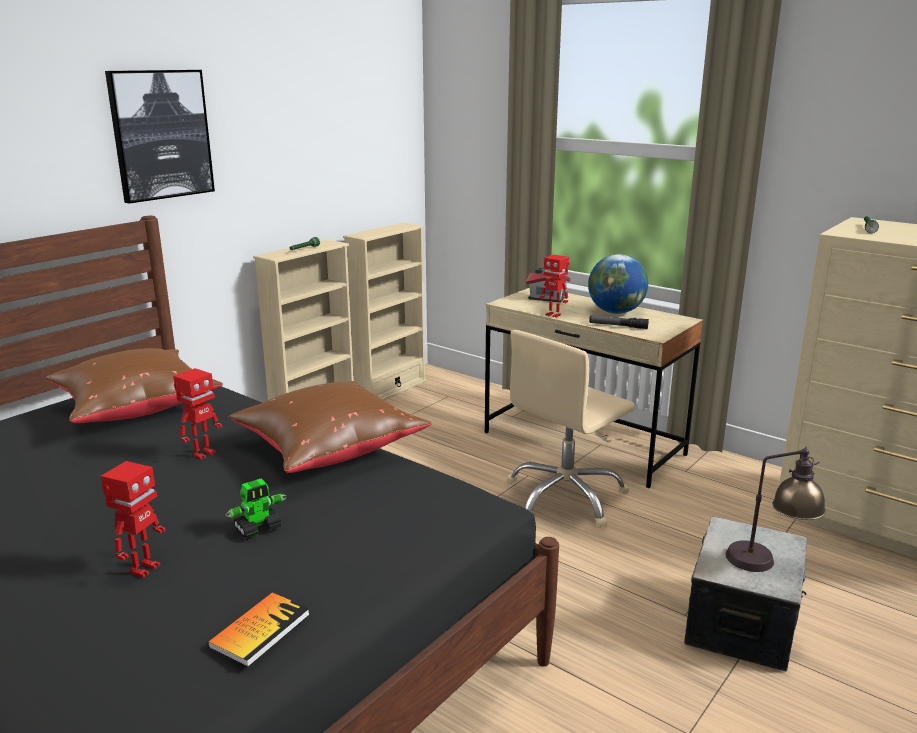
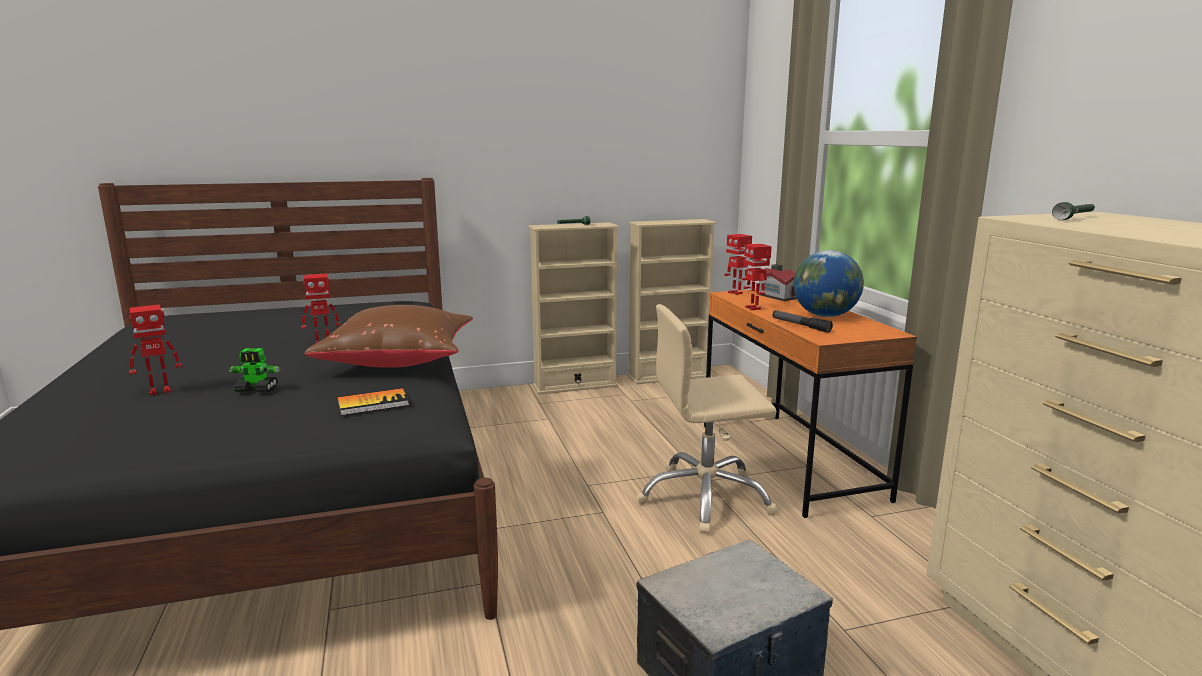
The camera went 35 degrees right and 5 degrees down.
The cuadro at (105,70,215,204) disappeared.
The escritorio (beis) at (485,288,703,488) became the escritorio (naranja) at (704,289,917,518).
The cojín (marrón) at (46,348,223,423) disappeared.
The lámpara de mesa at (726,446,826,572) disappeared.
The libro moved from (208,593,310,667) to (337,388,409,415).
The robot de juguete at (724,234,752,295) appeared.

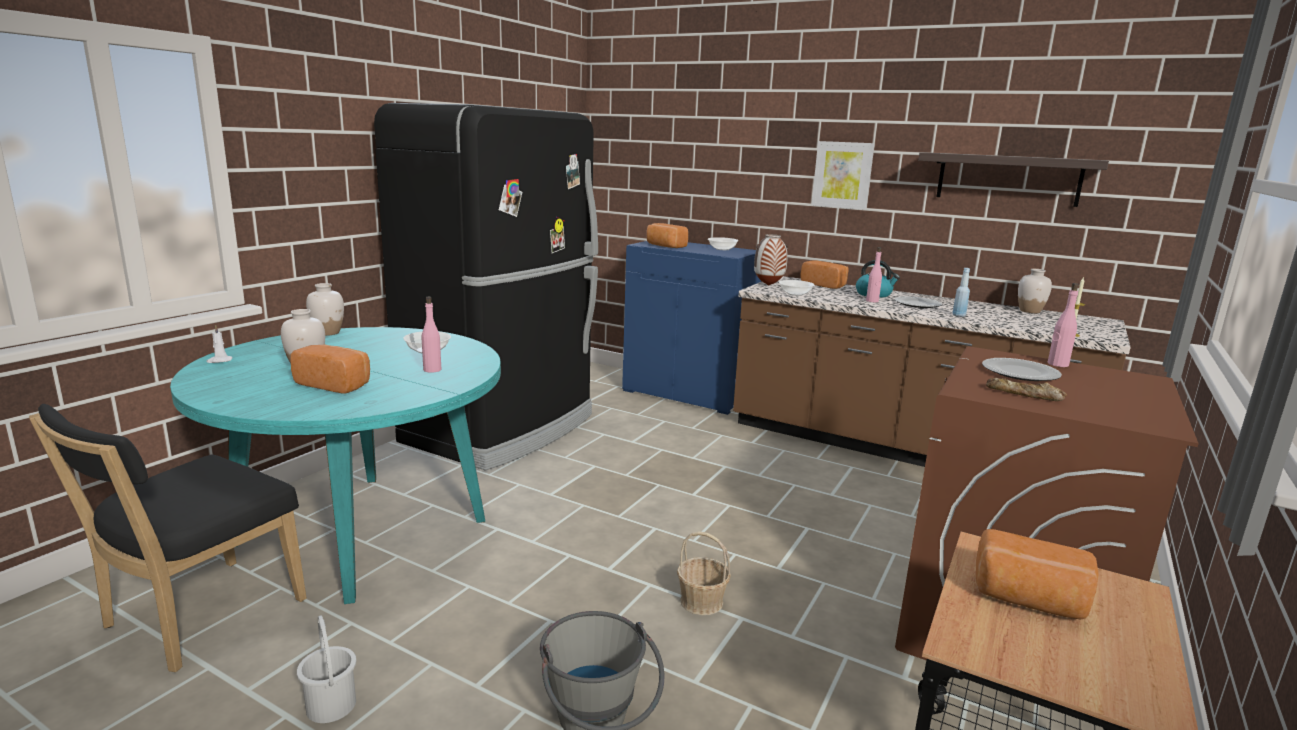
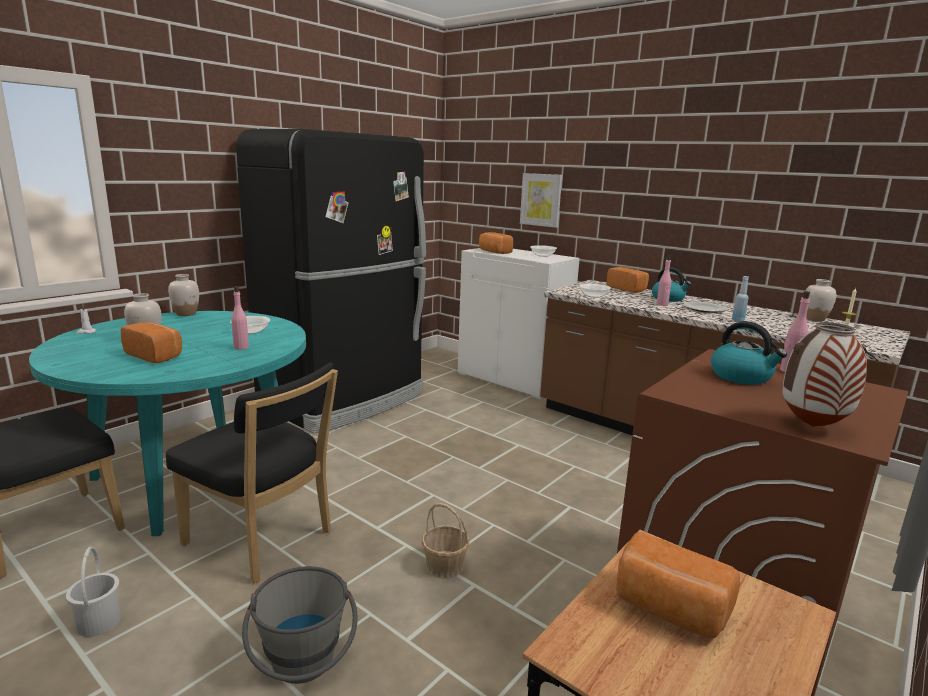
The camera went 10 degrees right and 0 degrees up.
The cuadro moved from (812,141,875,210) to (520,173,562,228).
The estante at (918,153,1109,207) disappeared.
The florero moved from (754,234,788,286) to (782,322,867,427).
The armario (azul) at (622,241,761,415) became the armario (blanco) at (458,248,580,399).
The plato at (982,358,1062,381) was replaced by the hervidor at (711,321,787,385).
The pan at (986,378,1067,401) disappeared.
The silla (negro) at (166,363,338,584) appeared.

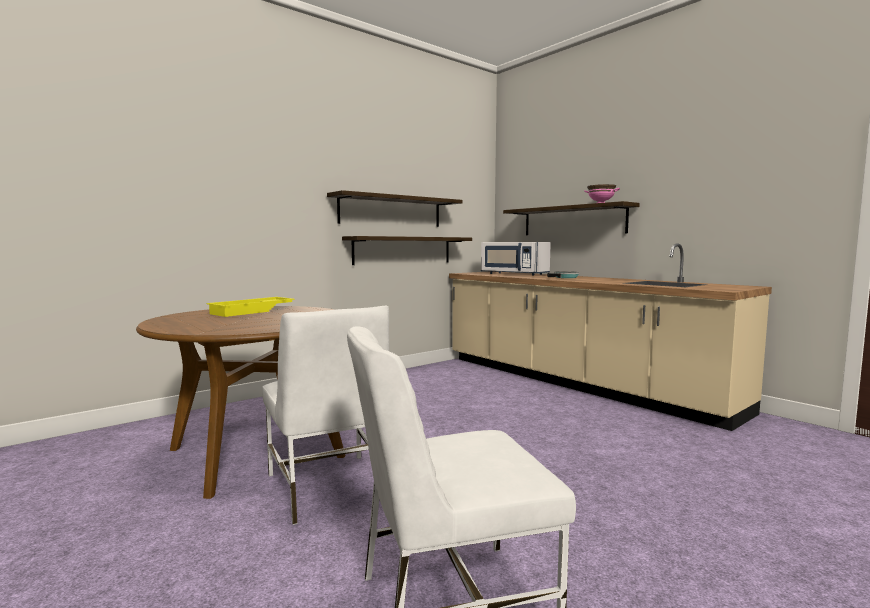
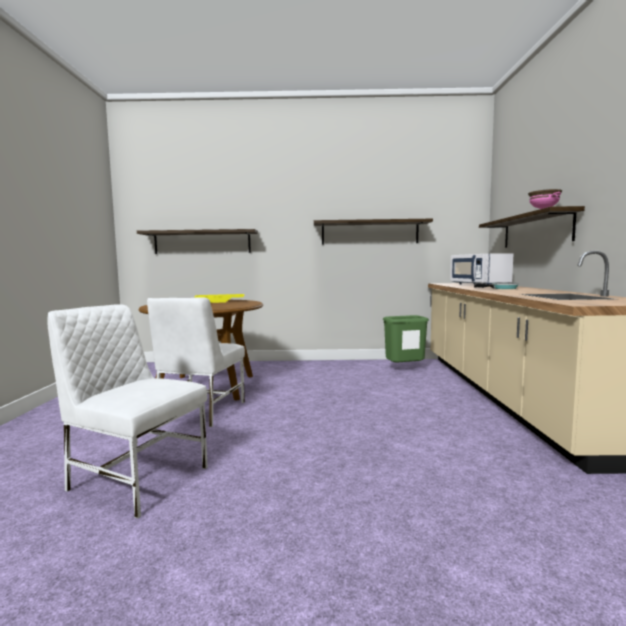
The camera went 40 degrees right and 0 degrees up.
The estante moved from (342,236,472,265) to (137,229,258,254).
The papelera (verde) at (383,315,429,362) appeared.

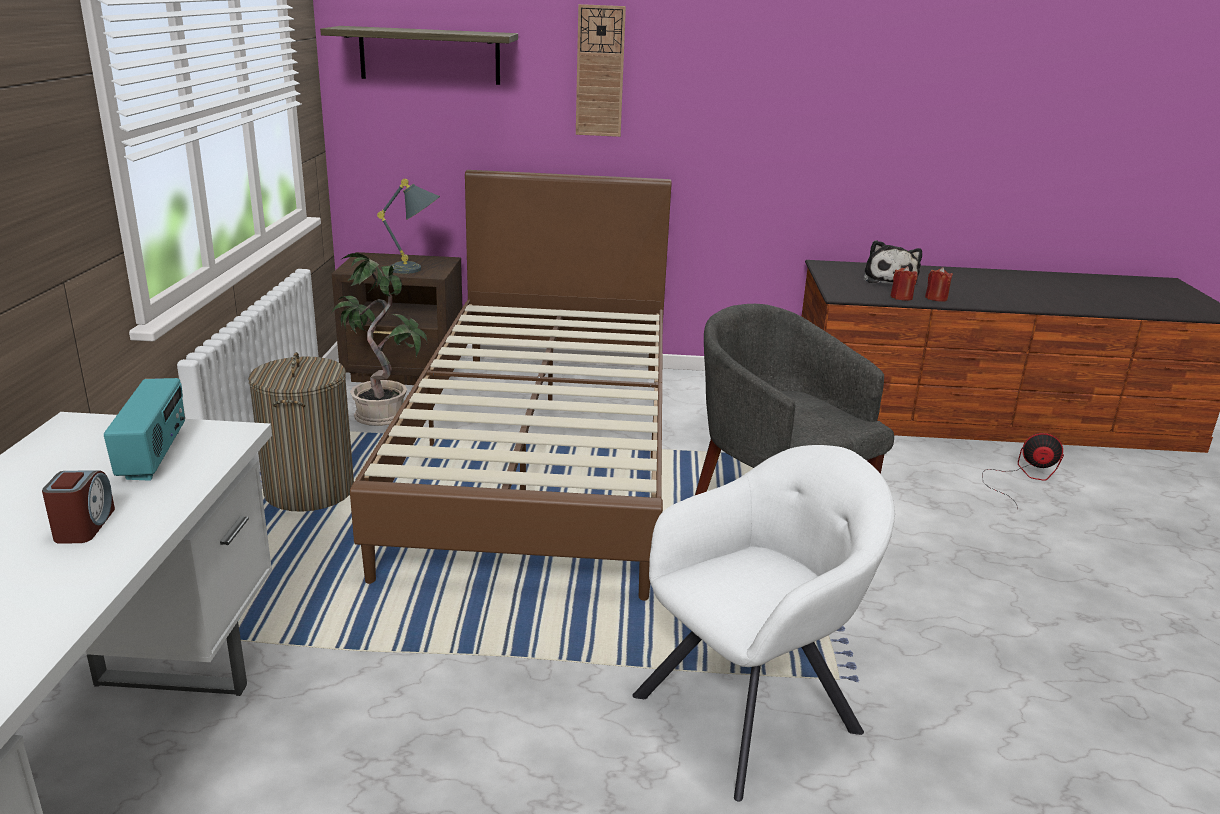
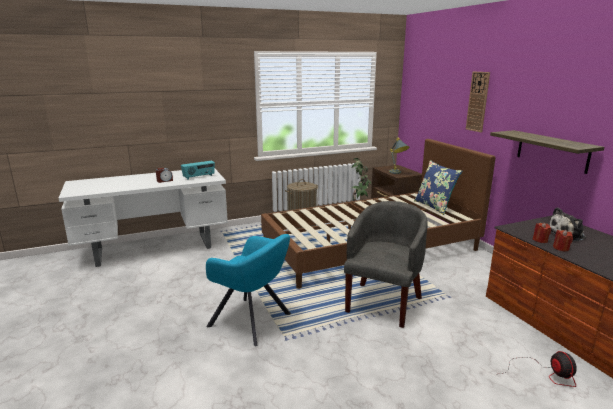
The camera went 65 degrees right and 5 degrees down.
The estante moved from (320,26,518,85) to (490,130,604,174).
The sillón (blanco) at (633,445,895,801) became the sillón (turquesa) at (206,234,291,346).
The cojín (azul) at (414,160,462,215) appeared.

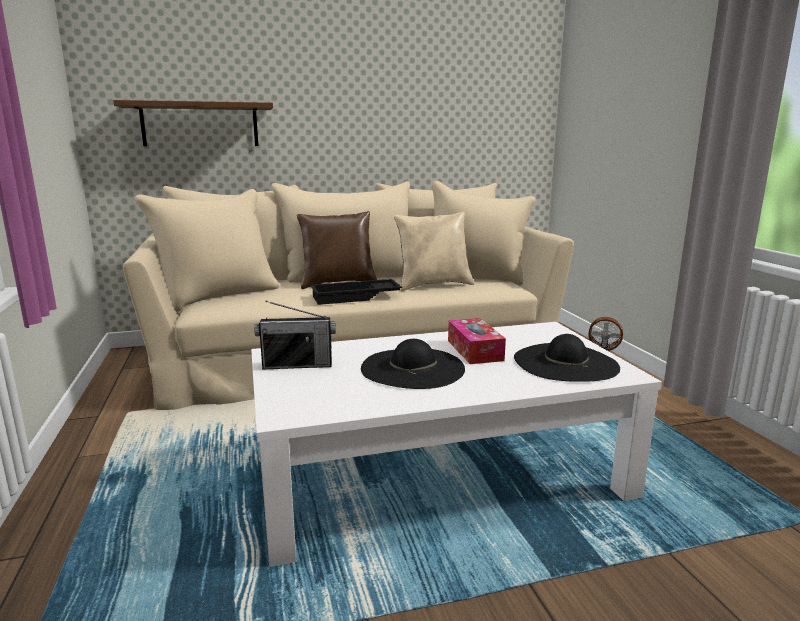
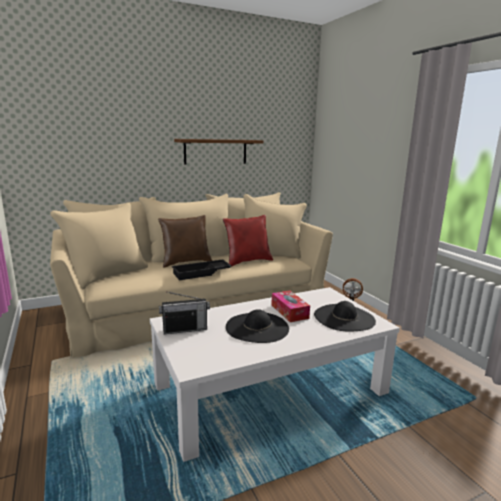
The camera went 10 degrees left and 0 degrees up.
The estante (marrón) moved from (113,100,273,146) to (174,139,264,165).
The cojín (beis) at (394,212,475,291) became the cojín (rojo) at (223,215,273,266).

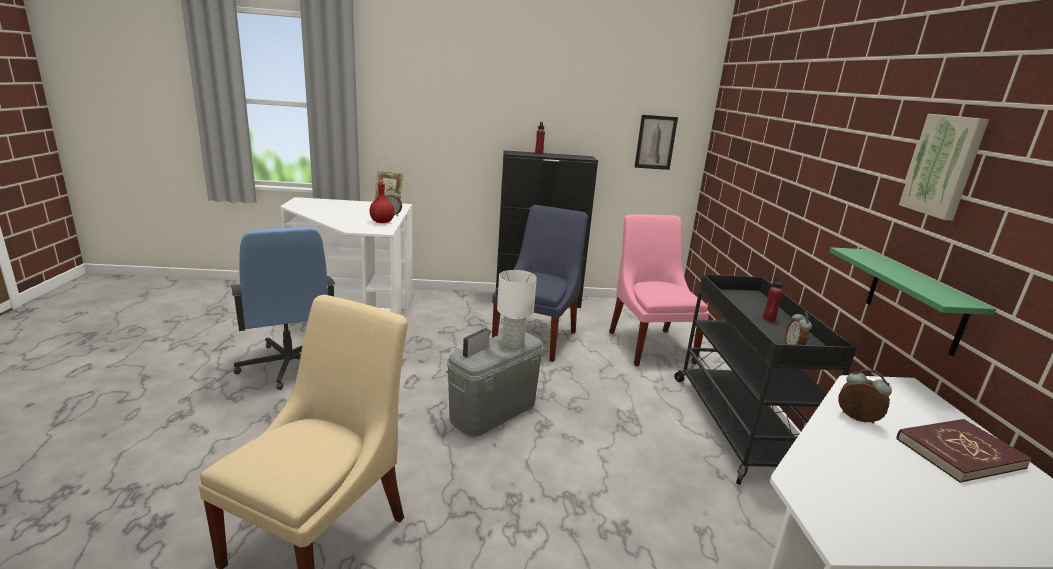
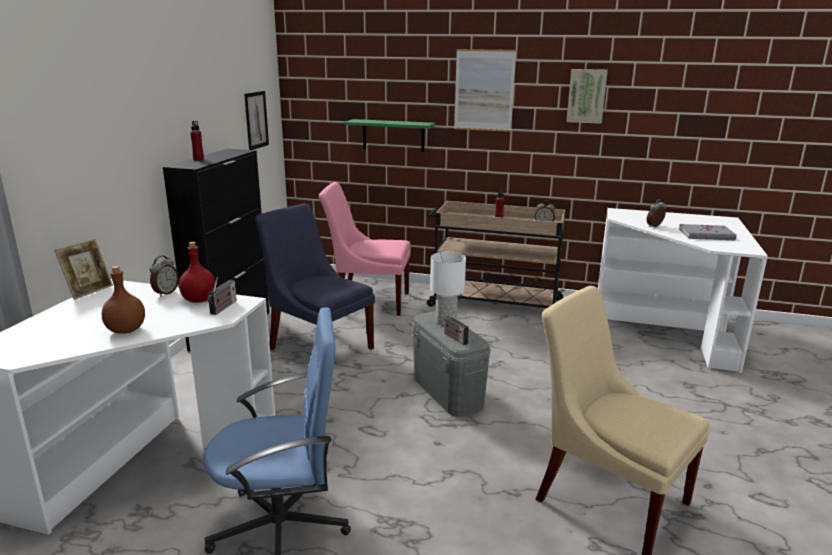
The camera went 70 degrees left and 0 degrees up.
The estante (verde) moved from (829,247,996,356) to (344,119,435,152).
The carrito (negro) at (674,274,856,485) became the carrito (beis) at (427,201,565,308).
The libro (rojo) at (896,419,1032,483) disappeared.
The cuadro at (454,49,516,132) appeared.
The libro (gris) at (679,224,737,240) appeared.
The botella (marrón) at (102,266,145,334) appeared.
The radio at (207,277,237,315) appeared.

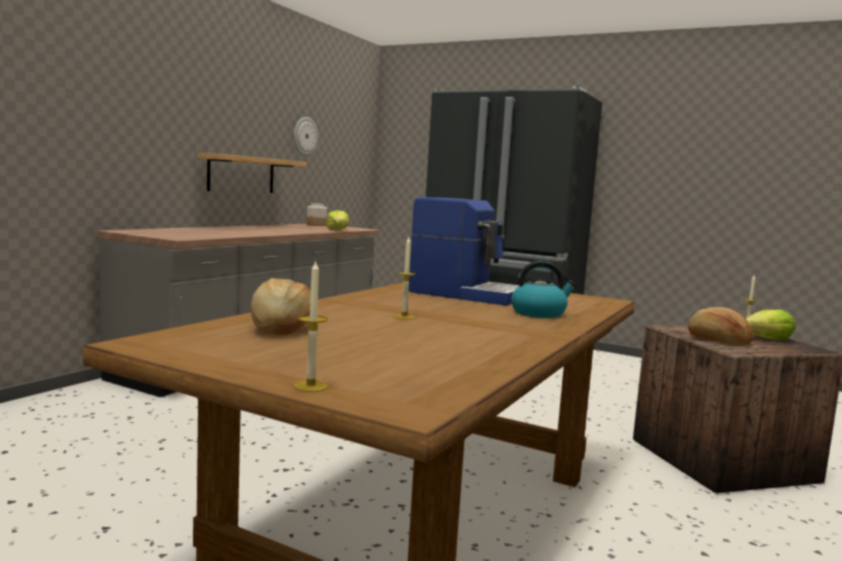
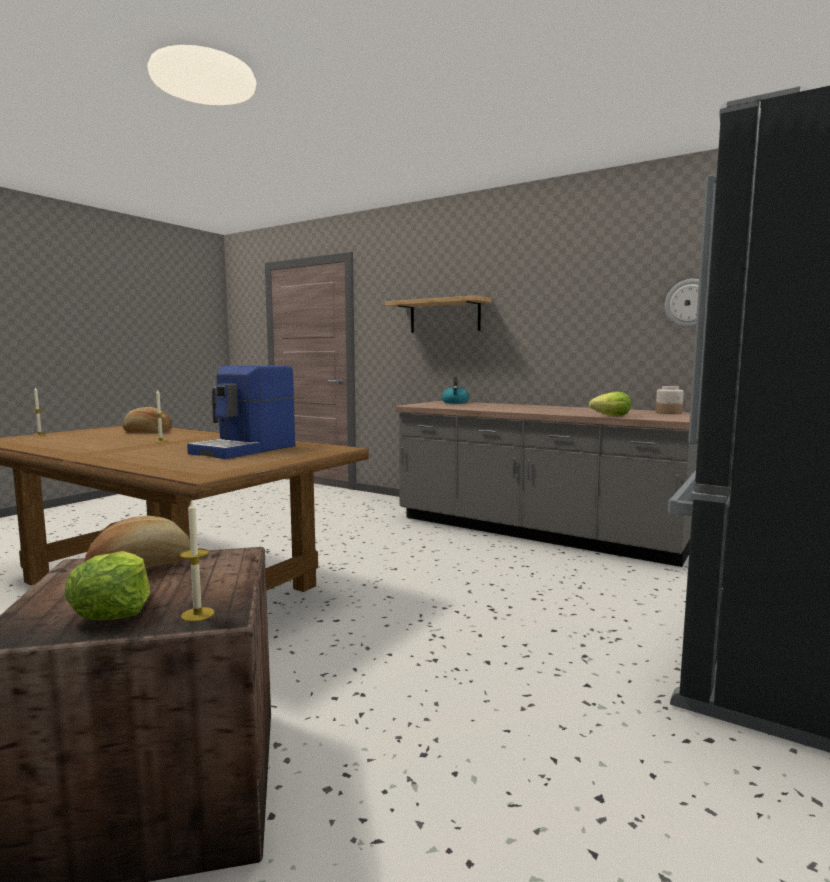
The camera went 95 degrees right and 0 degrees up.
The estante moved from (197,153,307,193) to (385,295,491,333).
The hervidor moved from (511,261,577,318) to (442,377,469,404).

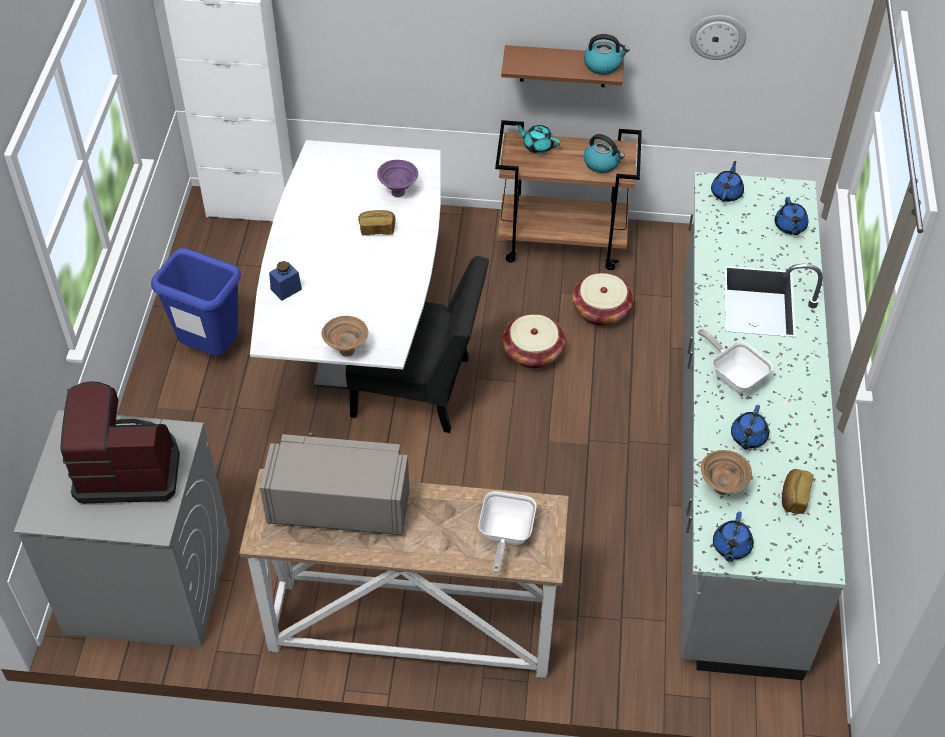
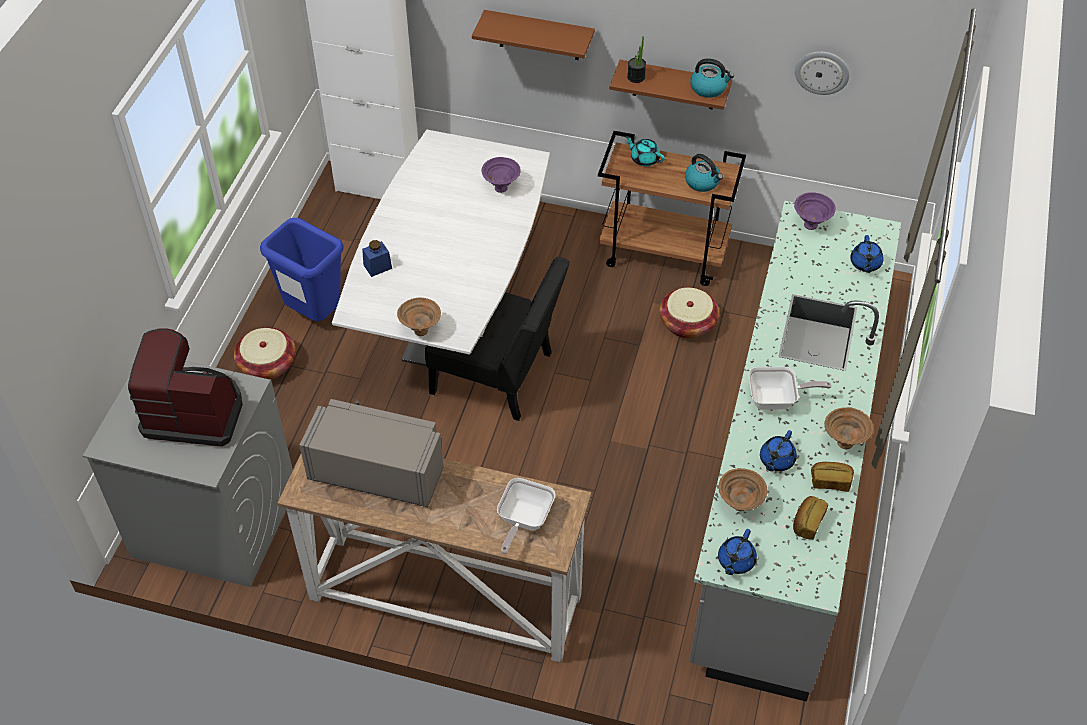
The camera went 10 degrees right and 0 degrees up.
The tetera (azul) at (711,161,744,202) was replaced by the cuenco (morado) at (794,192,836,230).
The pan moved from (358,210,395,236) to (811,462,854,492).
The cesta moved from (502,314,566,369) to (234,327,296,380).
The sartén at (698,329,773,393) turned 120 degrees clockwise.
The estante (marrón) at (472,10,595,60) appeared.
The planta en maceta at (627,36,646,83) appeared.
The cuenco (marrón) at (824,407,874,449) appeared.

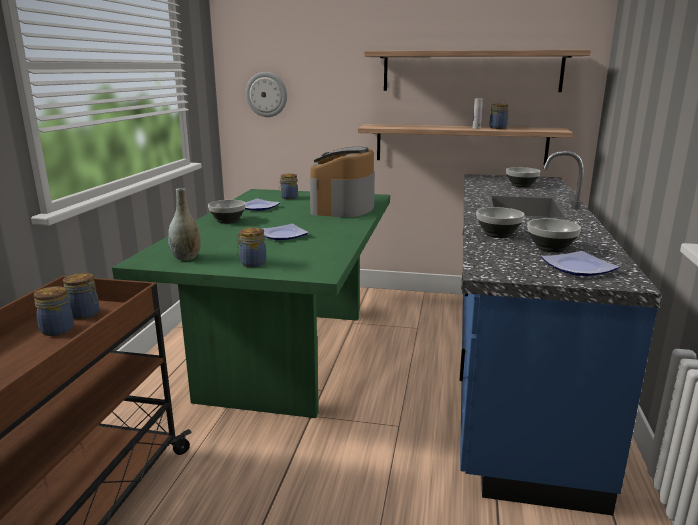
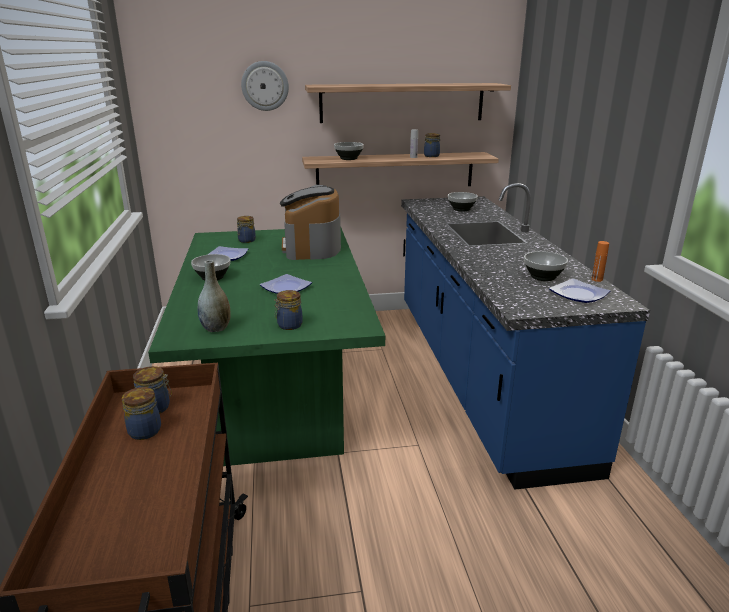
The camera went 20 degrees left and 5 degrees up.
The reloj de pared moved from (246,72,287,117) to (241,61,289,111).
The cuenco moved from (476,207,525,238) to (334,142,364,160).
The botella (naranja) at (592,241,609,282) appeared.

